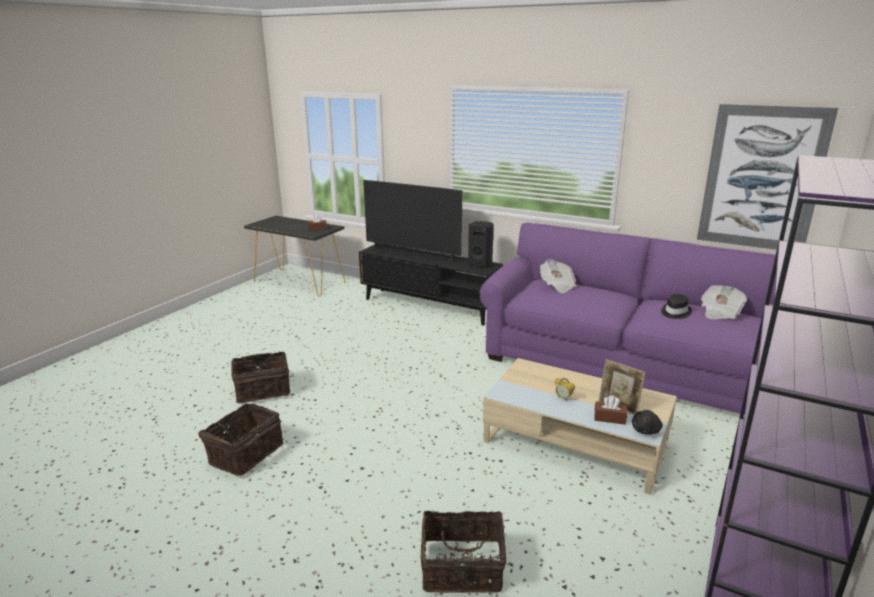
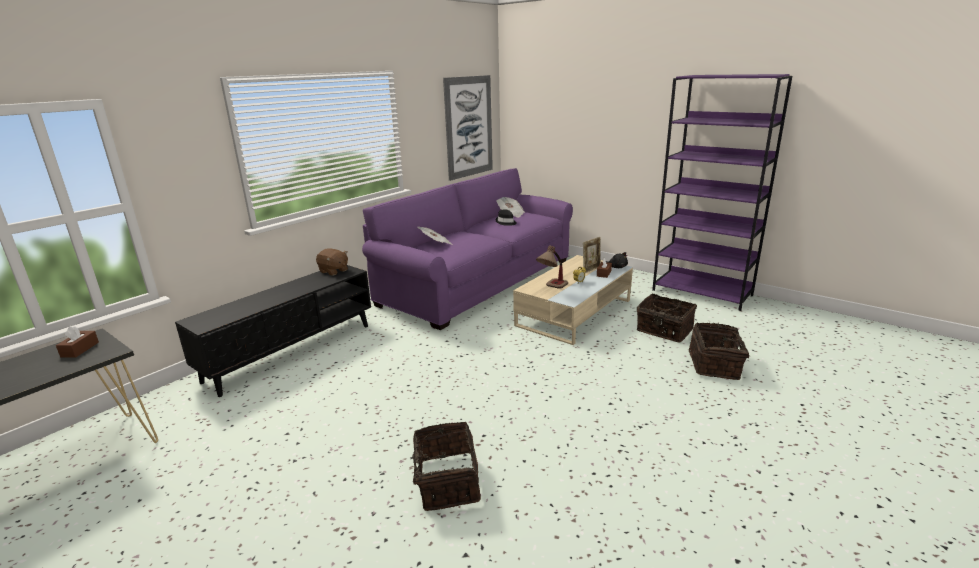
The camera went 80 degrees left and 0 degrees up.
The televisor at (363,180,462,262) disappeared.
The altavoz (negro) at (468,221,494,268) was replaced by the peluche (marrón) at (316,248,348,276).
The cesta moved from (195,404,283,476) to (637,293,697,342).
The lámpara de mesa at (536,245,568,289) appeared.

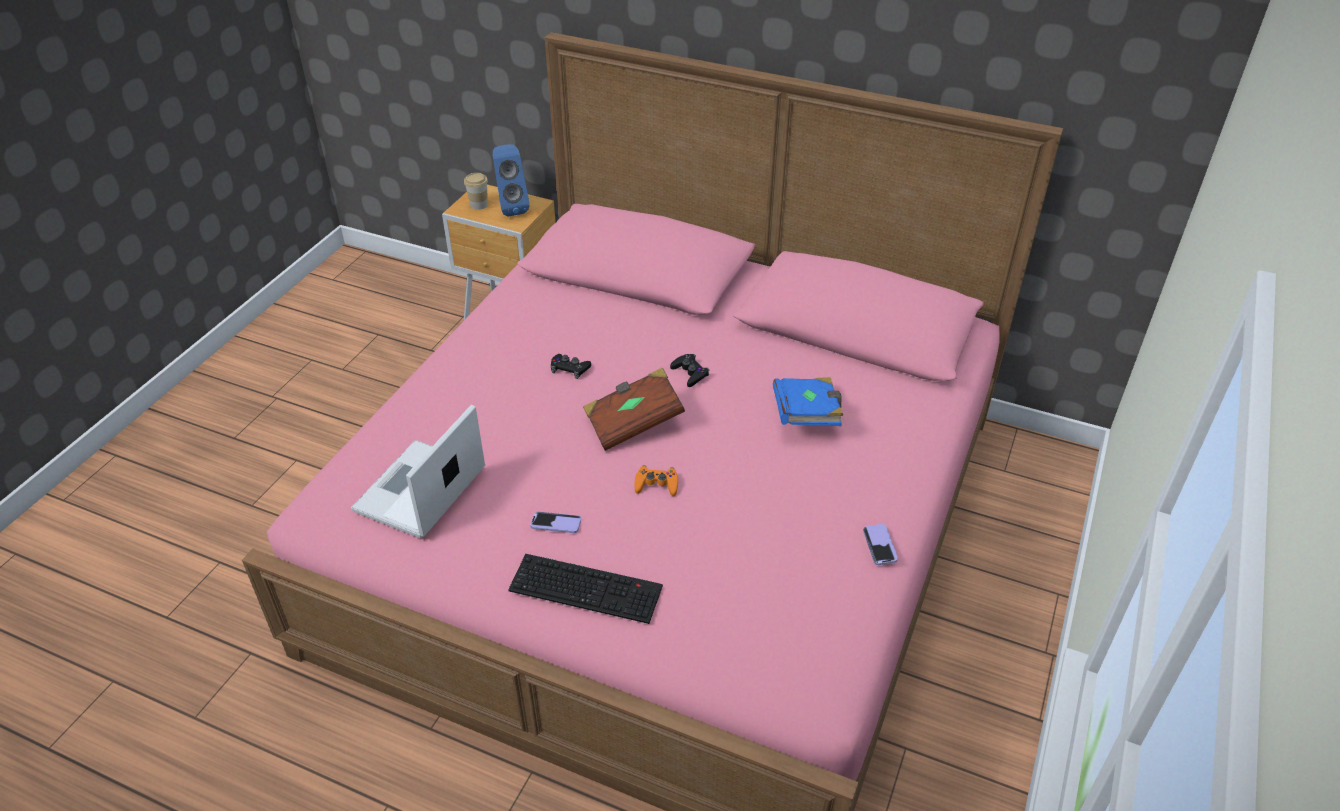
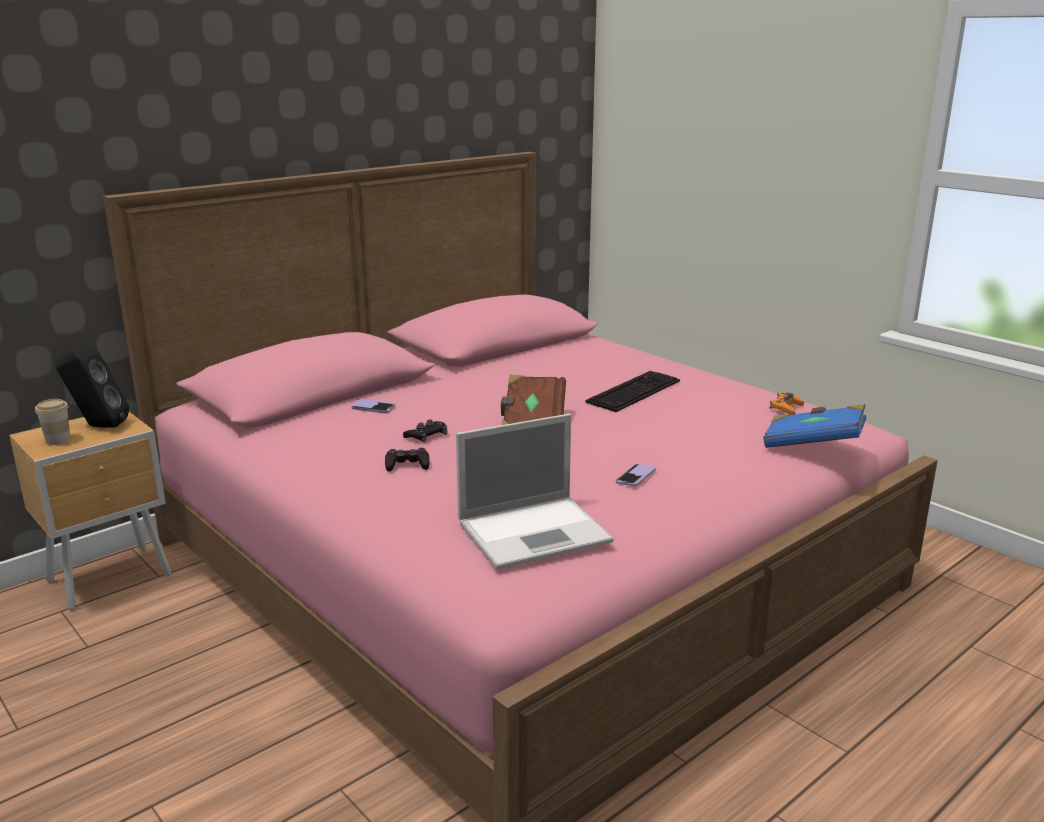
The camera went 65 degrees left and 20 degrees down.
The altavoz (azul) at (493,145,530,217) became the altavoz (negro) at (56,344,129,427).
The mando de consola (negro) moved from (670,354,709,387) to (385,448,430,472).
The libro (azul) moved from (773,377,843,426) to (763,404,866,448).
The portátil at (351,405,485,538) turned 75 degrees counterclockwise.
The mando de consola (naranja) moved from (635,465,678,496) to (769,393,804,415).
The móvil moved from (863,524,898,565) to (352,399,395,413).
The teclado moved from (508,554,663,624) to (586,371,680,412).

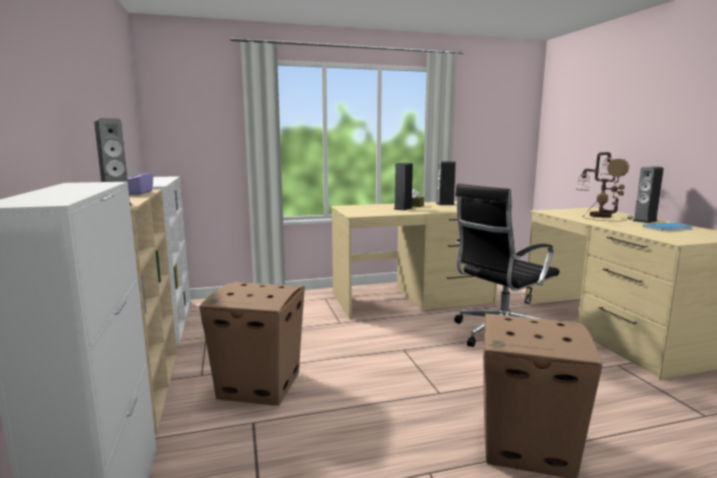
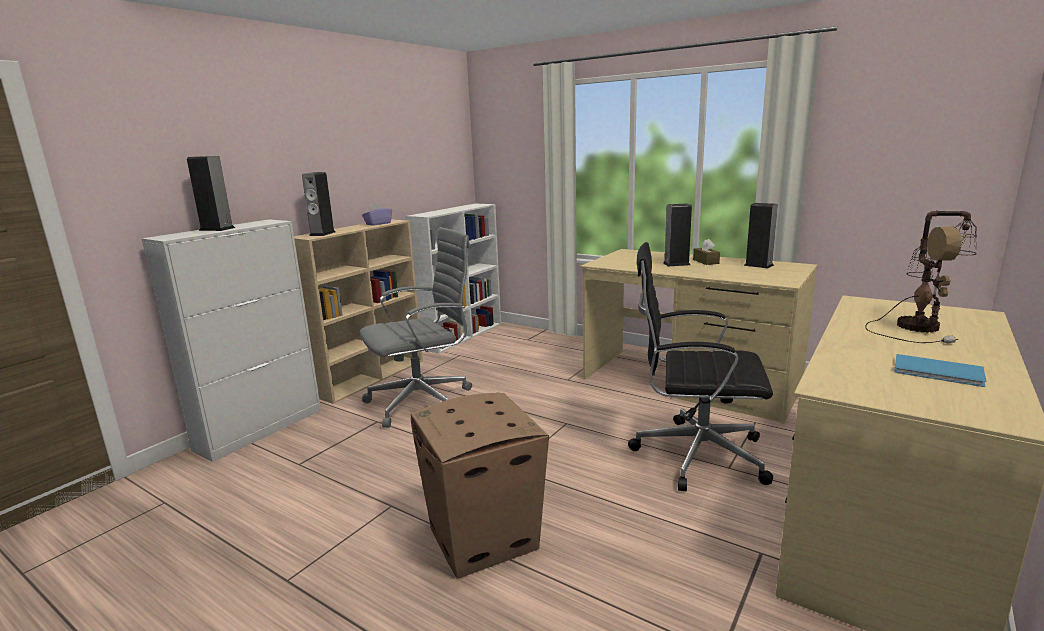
The camera went 50 degrees right and 5 degrees up.
The altavoz moved from (633,167,664,223) to (187,156,235,231).
The caja de cartón at (199,282,305,406) was replaced by the silla de oficina (gris) at (360,227,472,428).

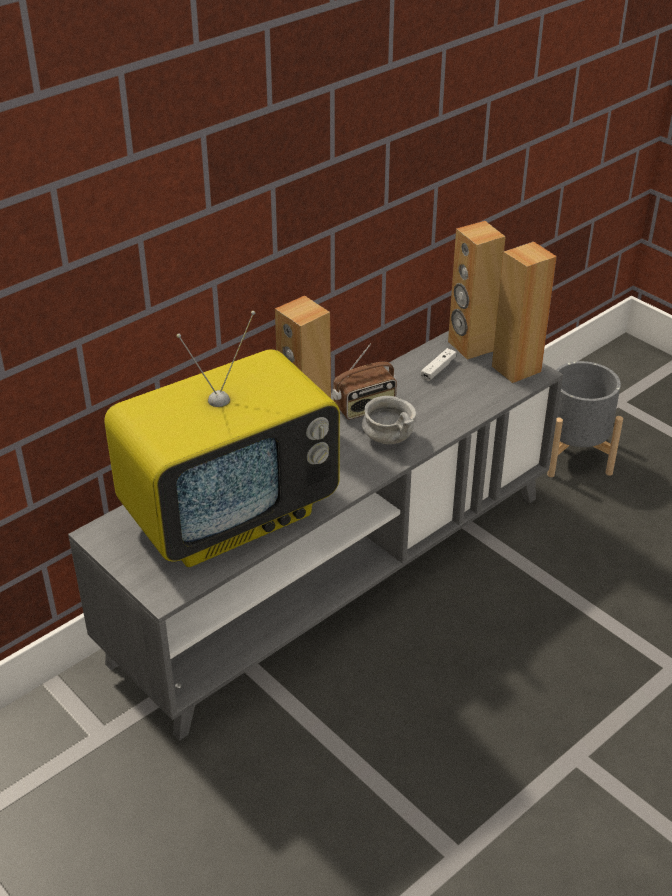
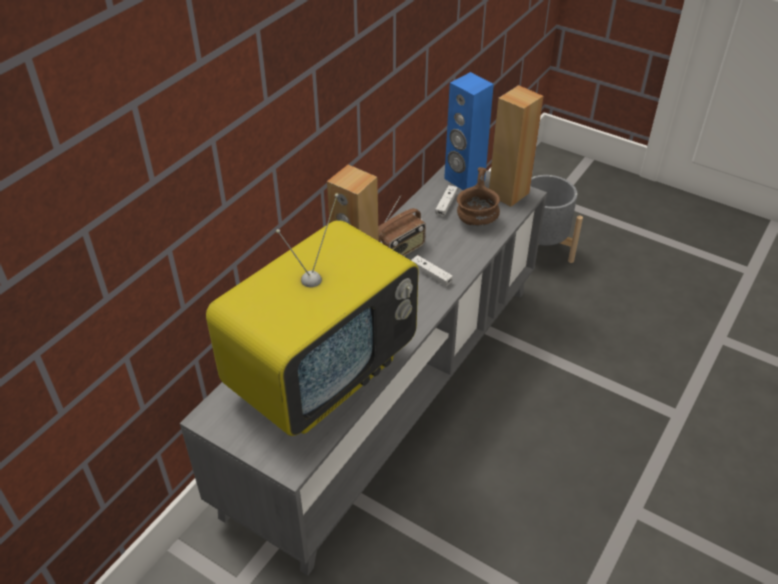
The camera went 15 degrees left and 5 degrees up.
The altavoz (marrón) at (448,221,506,360) became the altavoz (azul) at (444,72,494,190).
The cuenco (gris) at (362,396,416,444) was replaced by the mando de consola (blanco) at (411,255,453,286).
The cuenco (marrón) at (457,167,500,226) appeared.

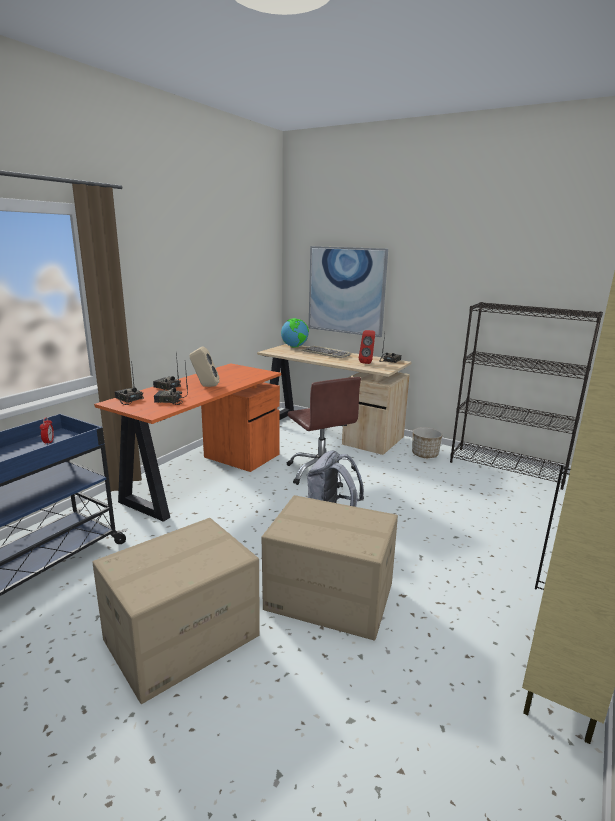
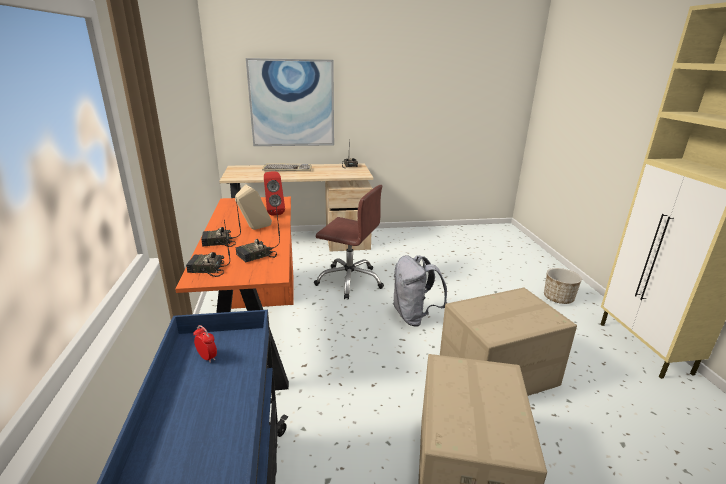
The camera went 40 degrees left and 5 degrees up.
The estantería (negro) at (450,302,603,490) disappeared.
The globo terráqueo at (281,318,309,348) disappeared.
The altavoz (rojo) moved from (359,330,375,364) to (264,172,285,216).
The maceta moved from (412,427,442,458) to (544,268,582,304).

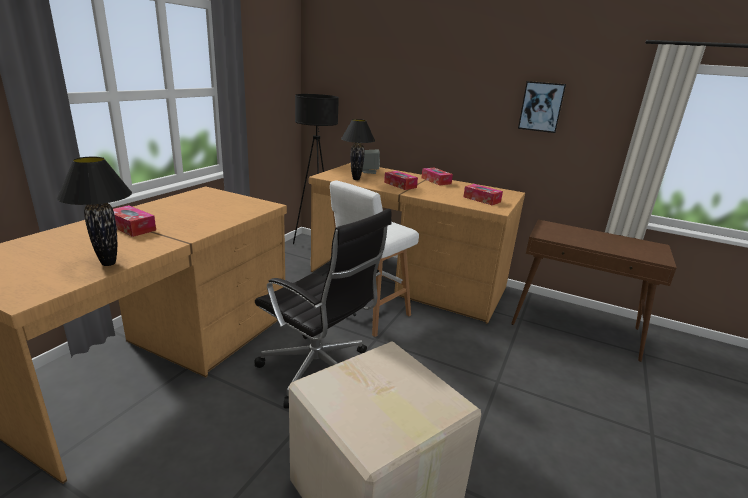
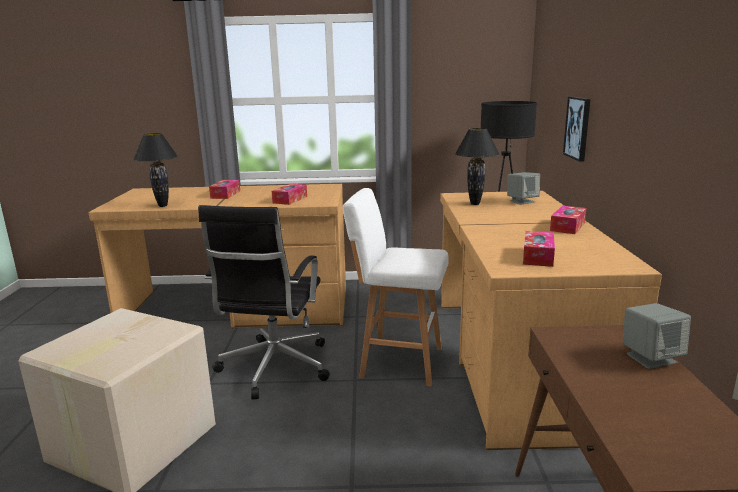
The camera went 65 degrees right and 5 degrees down.
The cuadro moved from (518,81,566,133) to (563,97,590,162).
The caja de pañuelos moved from (384,171,418,190) to (272,184,307,205).
The altavoz (gris) at (623,303,691,369) appeared.

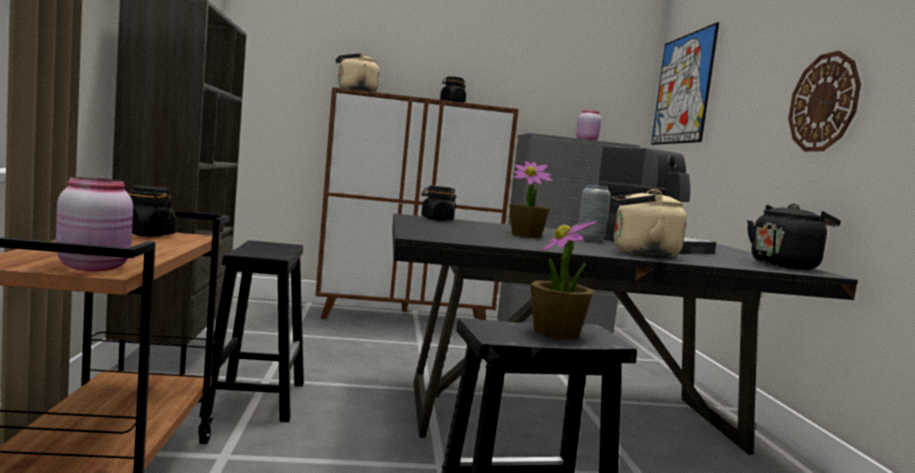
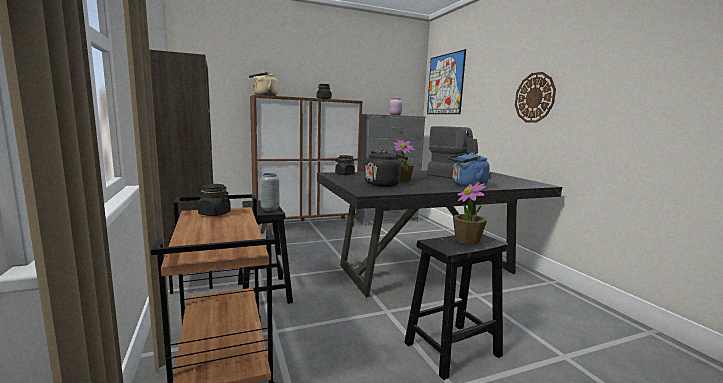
The camera went 15 degrees left and 5 degrees up.
The tarro (rosa) at (56,177,133,271) disappeared.
The florero (gris) moved from (577,185,611,242) to (260,173,279,211).
The hervidor (beis) at (611,189,687,258) became the hervidor (azul) at (448,152,490,187).
The hervidor (negro) moved from (747,204,841,270) to (363,150,408,187).

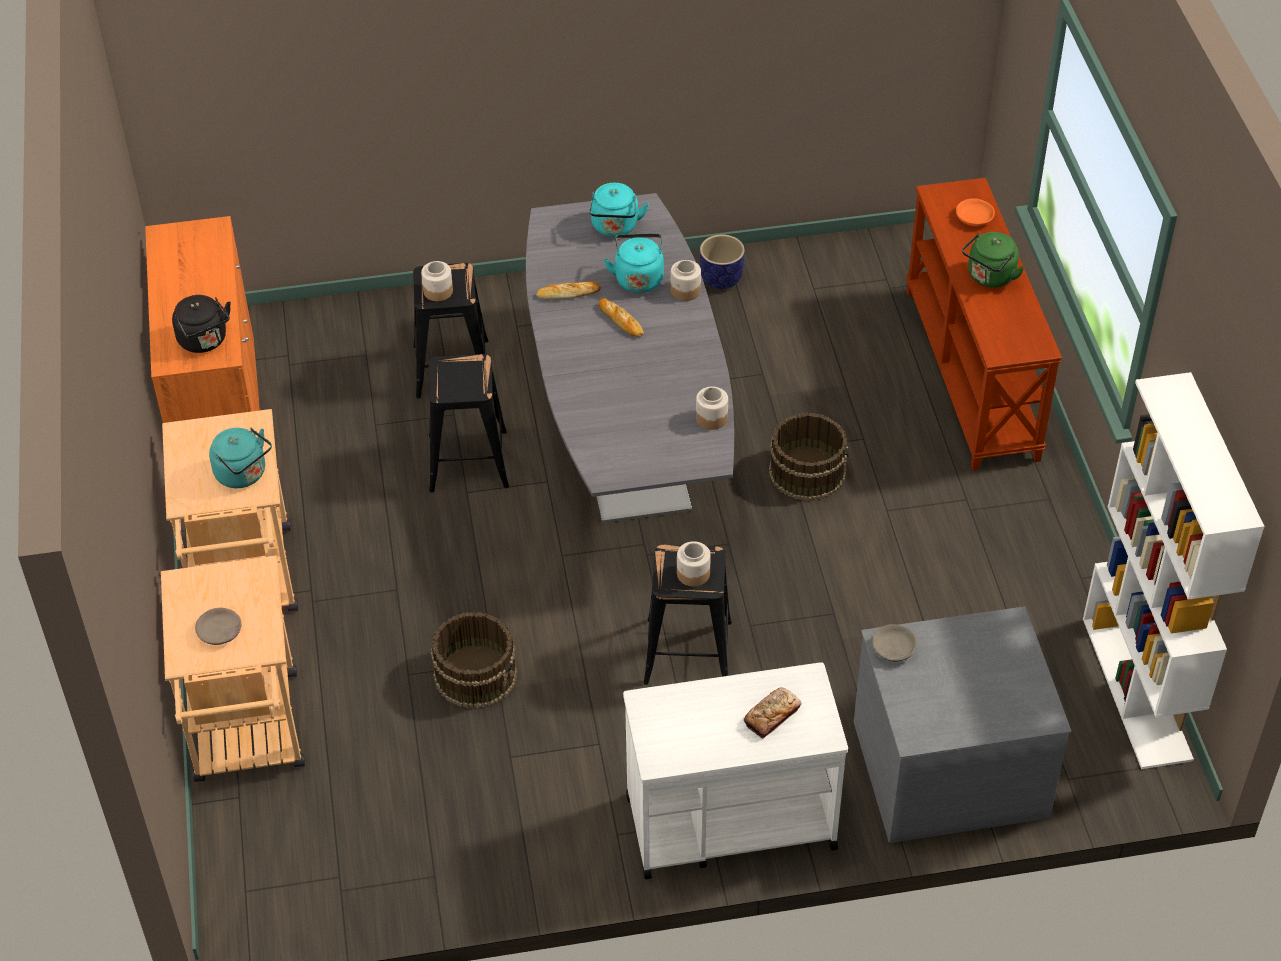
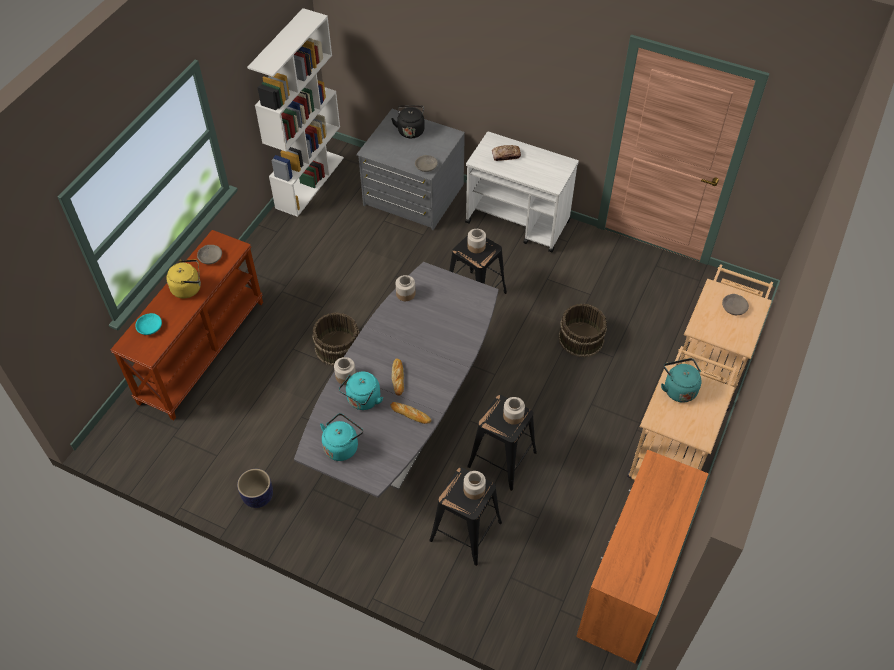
The camera went 145 degrees left and 5 degrees up.
The cuenco (naranja) at (956,199,995,226) became the cuenco (turquesa) at (135,313,162,335).
The hervidor (verde) at (962,232,1025,287) became the hervidor (amarillo) at (166,259,201,299).
The hervidor (negro) moved from (172,295,231,353) to (391,105,425,138).
The cuenco (gris) at (197,245,222,264) appeared.
The tarro at (503,397,525,425) appeared.

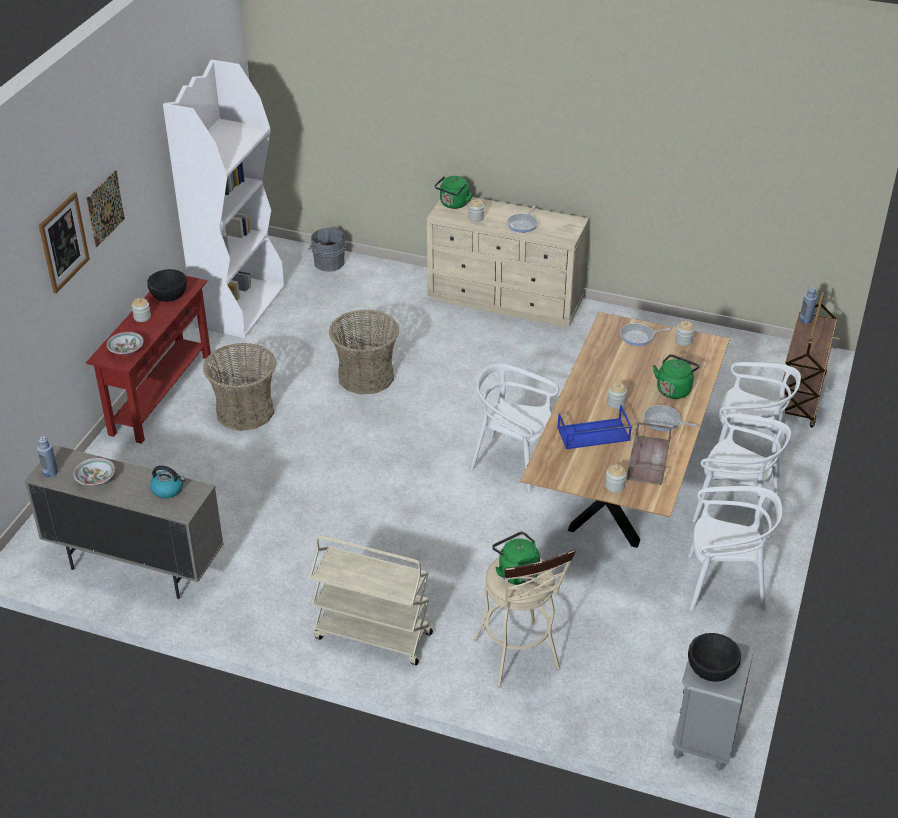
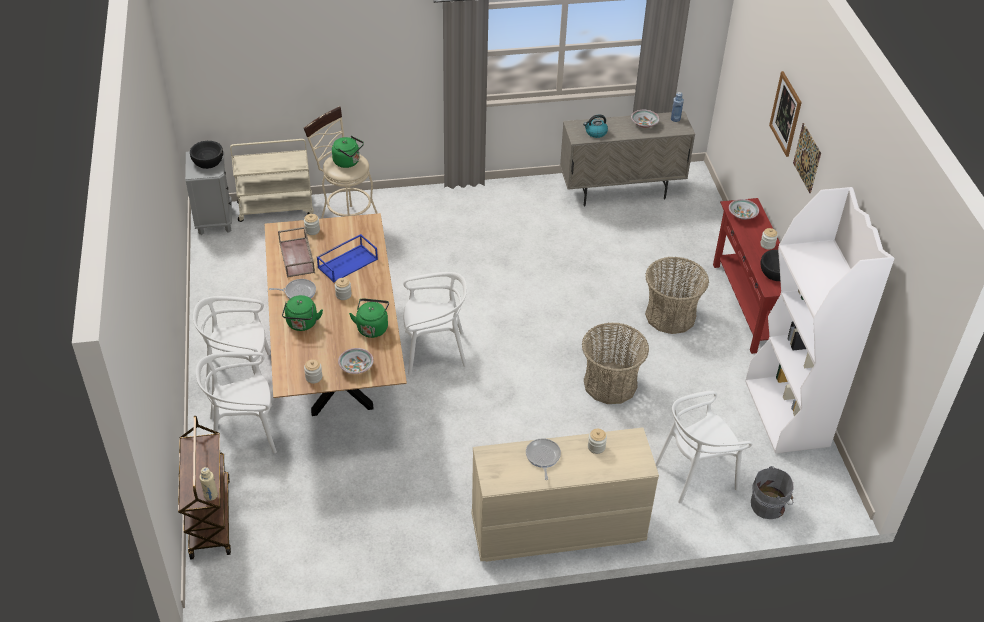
The camera went 150 degrees right and 5 degrees up.
The hervidor (verde) moved from (435,176,473,209) to (349,298,389,338).
The botella (azul) at (799,287,817,324) became the botella (beis) at (199,467,218,501).
The sartén at (620,323,671,346) was replaced by the cuenco at (338,348,374,374).
The silla (blanco) moved from (688,486,782,611) to (655,391,752,503).
The carrito (beis) moved from (309,535,433,665) to (230,139,314,222).

